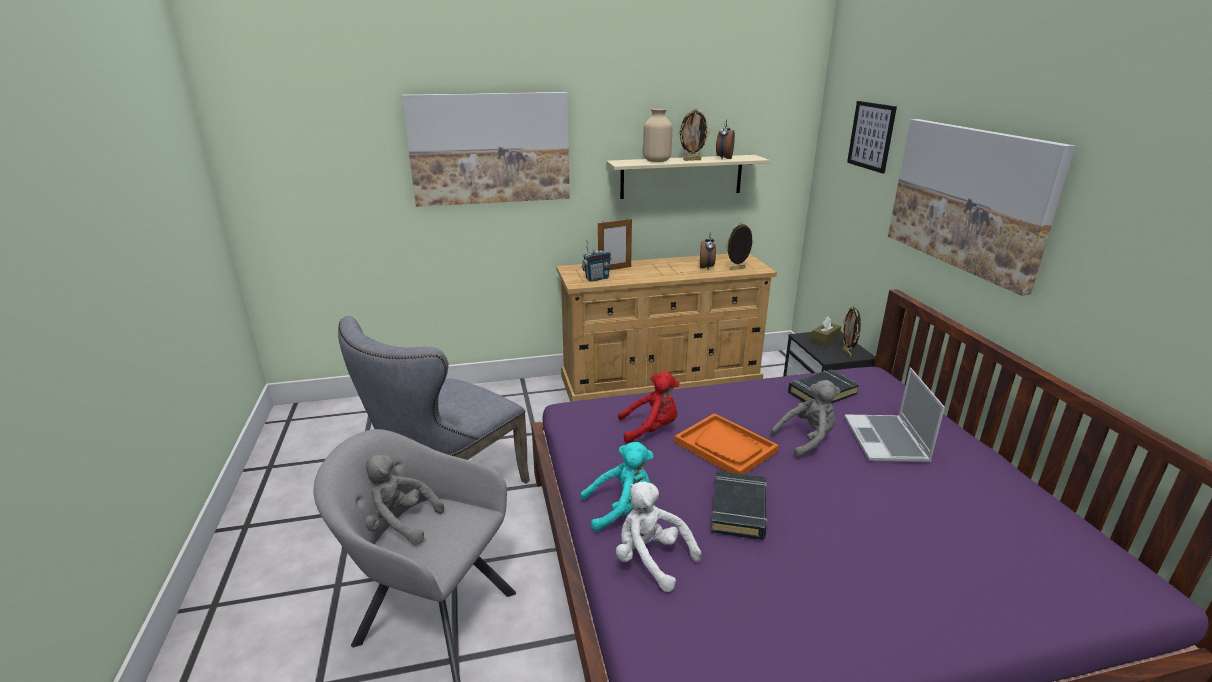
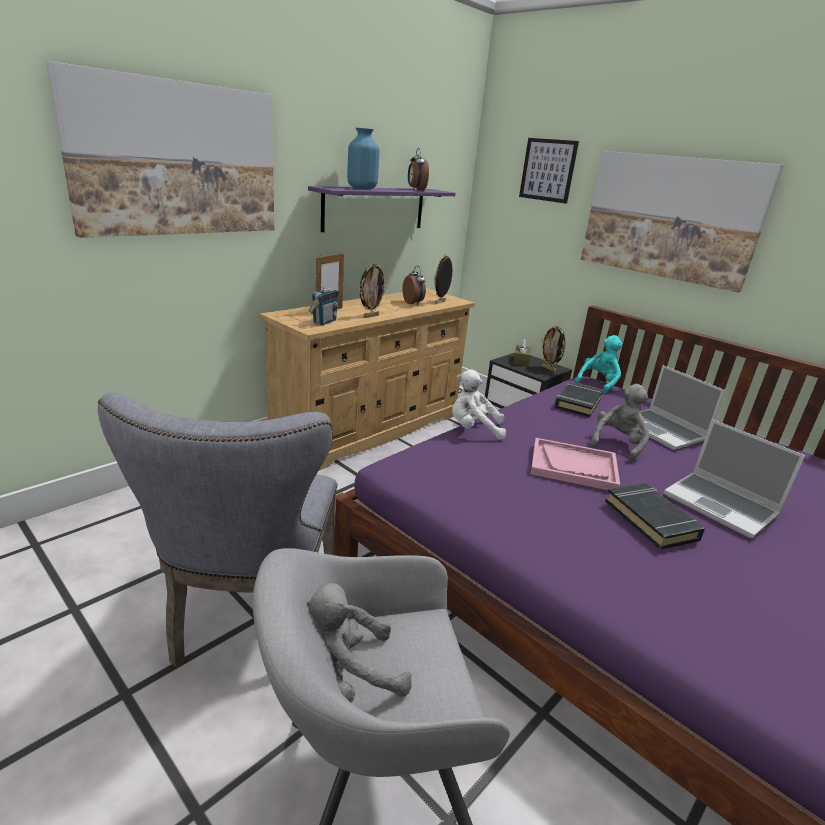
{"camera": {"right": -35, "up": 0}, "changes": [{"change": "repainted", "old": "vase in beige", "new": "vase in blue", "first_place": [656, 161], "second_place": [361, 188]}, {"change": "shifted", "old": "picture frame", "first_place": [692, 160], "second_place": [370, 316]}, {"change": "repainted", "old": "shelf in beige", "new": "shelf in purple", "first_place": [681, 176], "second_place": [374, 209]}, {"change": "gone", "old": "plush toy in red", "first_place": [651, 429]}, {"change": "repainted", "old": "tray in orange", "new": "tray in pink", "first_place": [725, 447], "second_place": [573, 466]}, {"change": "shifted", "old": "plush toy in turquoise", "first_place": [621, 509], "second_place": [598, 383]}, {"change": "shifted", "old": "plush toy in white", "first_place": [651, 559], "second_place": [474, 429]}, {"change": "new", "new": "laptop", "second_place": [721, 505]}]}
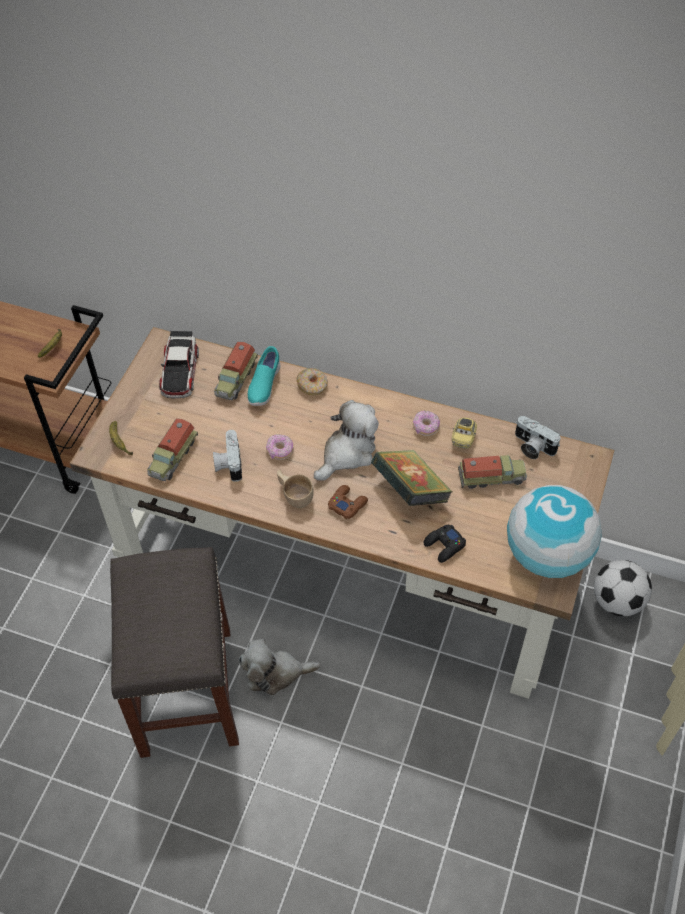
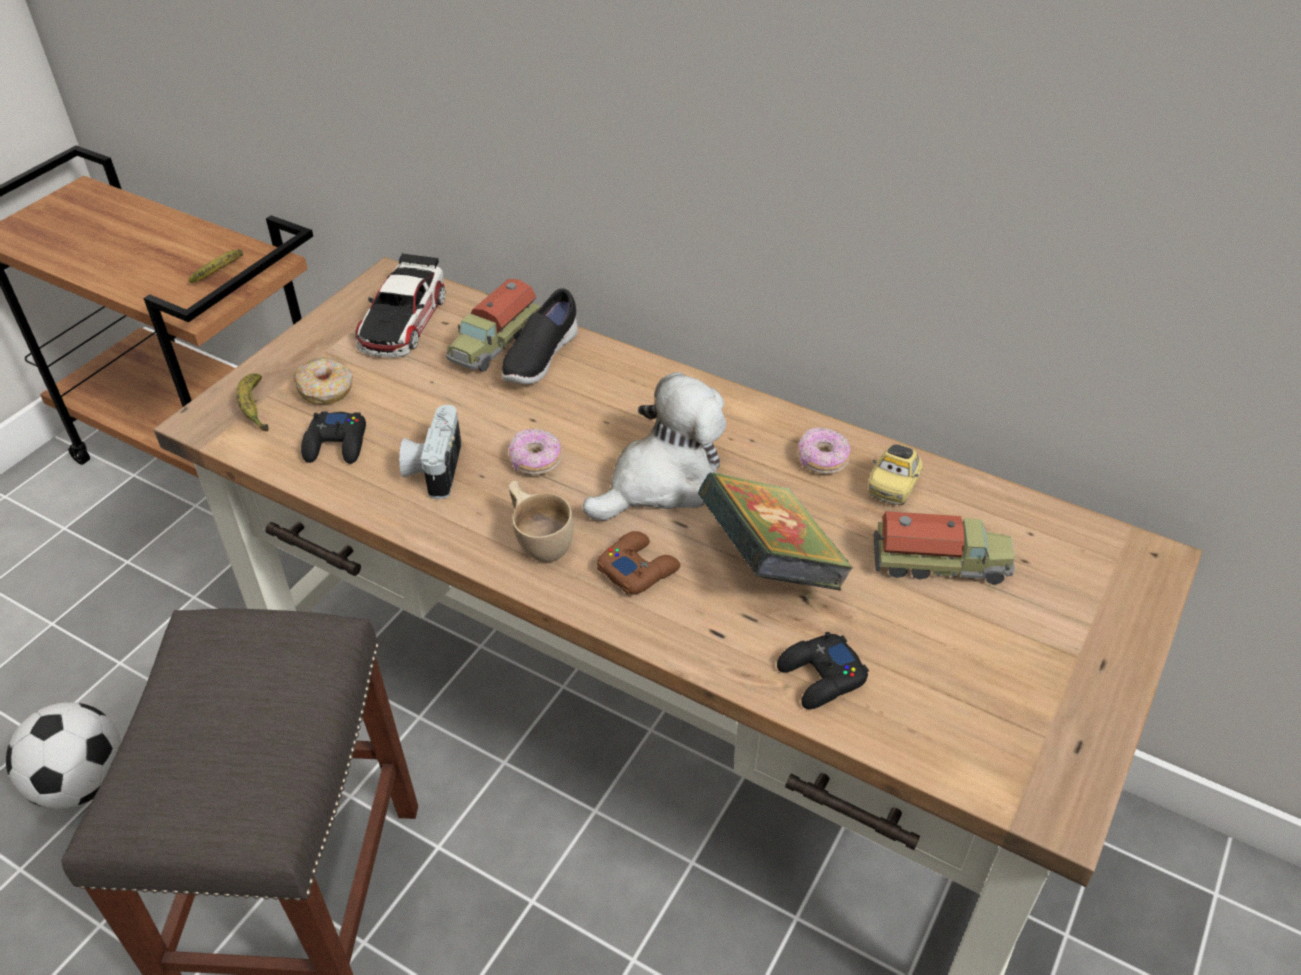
{"camera": {"right": 10, "up": -10}, "changes": [{"change": "repainted", "old": "shoe in turquoise", "new": "shoe in black", "first_place": [264, 386], "second_place": [540, 359]}, {"change": "shifted", "old": "donut", "first_place": [312, 385], "second_place": [326, 389]}, {"change": "gone", "old": "photo camera", "first_place": [532, 447]}, {"change": "swapped", "old": "toy truck", "new": "game controller in black", "first_place": [172, 457], "second_place": [337, 444]}, {"change": "gone", "old": "globe", "first_place": [547, 555]}, {"change": "shifted", "old": "football", "first_place": [617, 601], "second_place": [82, 783]}, {"change": "gone", "old": "plush toy", "first_place": [275, 673]}]}
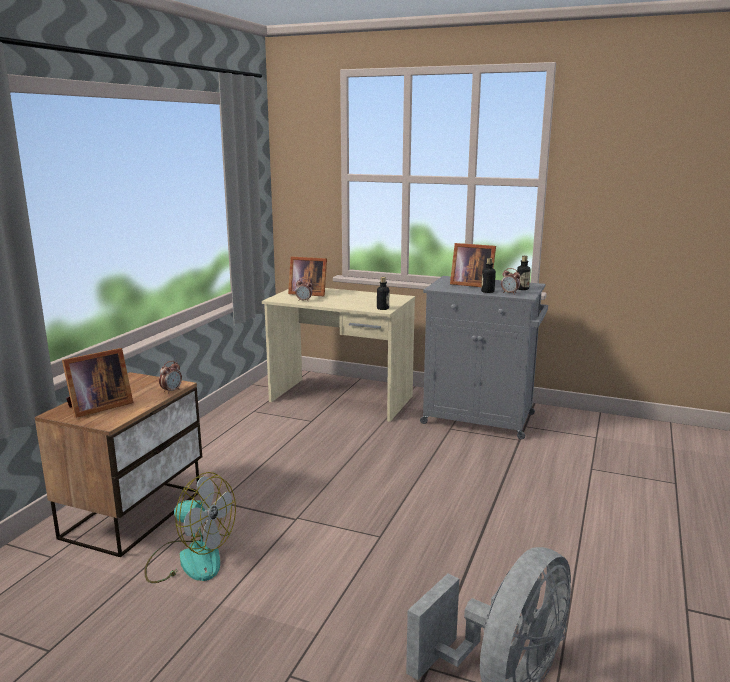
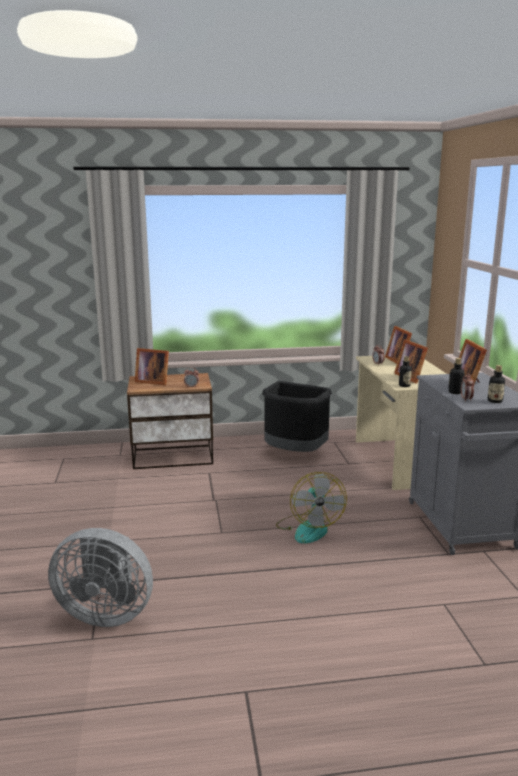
{"camera": {"right": 60, "up": 0}, "changes": [{"change": "shifted", "old": "fan", "first_place": [190, 559], "second_place": [308, 528]}, {"change": "new", "new": "picture frame", "second_place": [411, 377]}, {"change": "new", "new": "trash can in black", "second_place": [295, 454]}]}
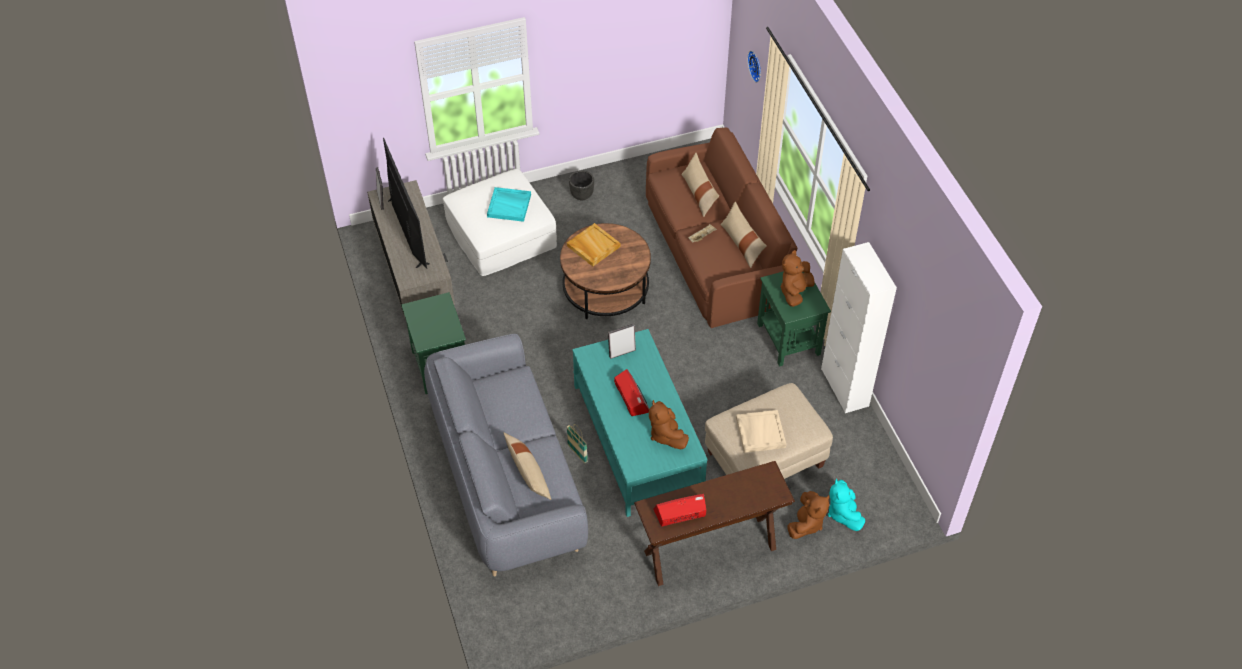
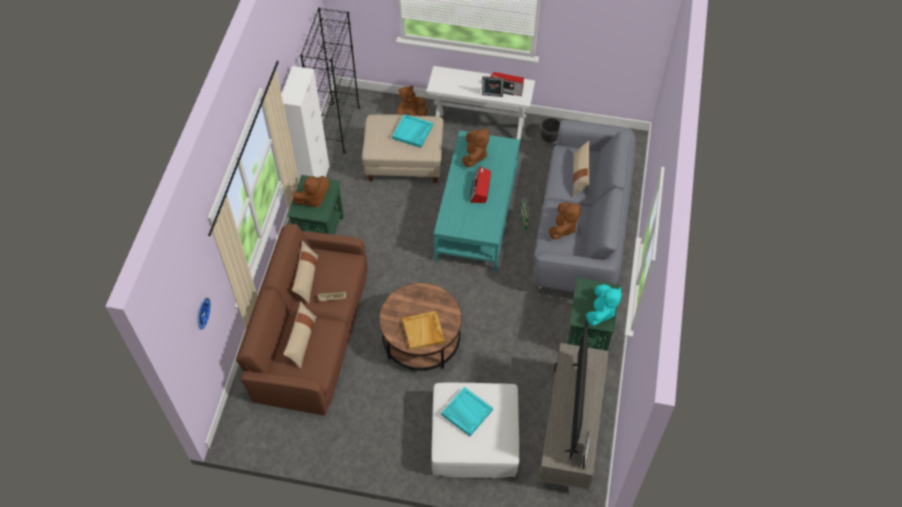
{"camera": {"right": -150, "up": 5}, "changes": [{"change": "shifted", "old": "planter in black", "first_place": [582, 195], "second_place": [549, 138]}, {"change": "shifted", "old": "picture frame", "first_place": [621, 352], "second_place": [492, 96]}, {"change": "repainted", "old": "tray in beige", "new": "tray in turquoise", "first_place": [760, 432], "second_place": [412, 132]}, {"change": "repainted", "old": "console table in brown", "new": "console table in white", "first_place": [709, 550], "second_place": [479, 129]}, {"change": "shifted", "old": "plush toy in turquoise", "first_place": [843, 513], "second_place": [601, 312]}, {"change": "new", "new": "bookcase in black", "second_place": [338, 129]}, {"change": "new", "new": "plush toy in brown", "second_place": [563, 228]}]}
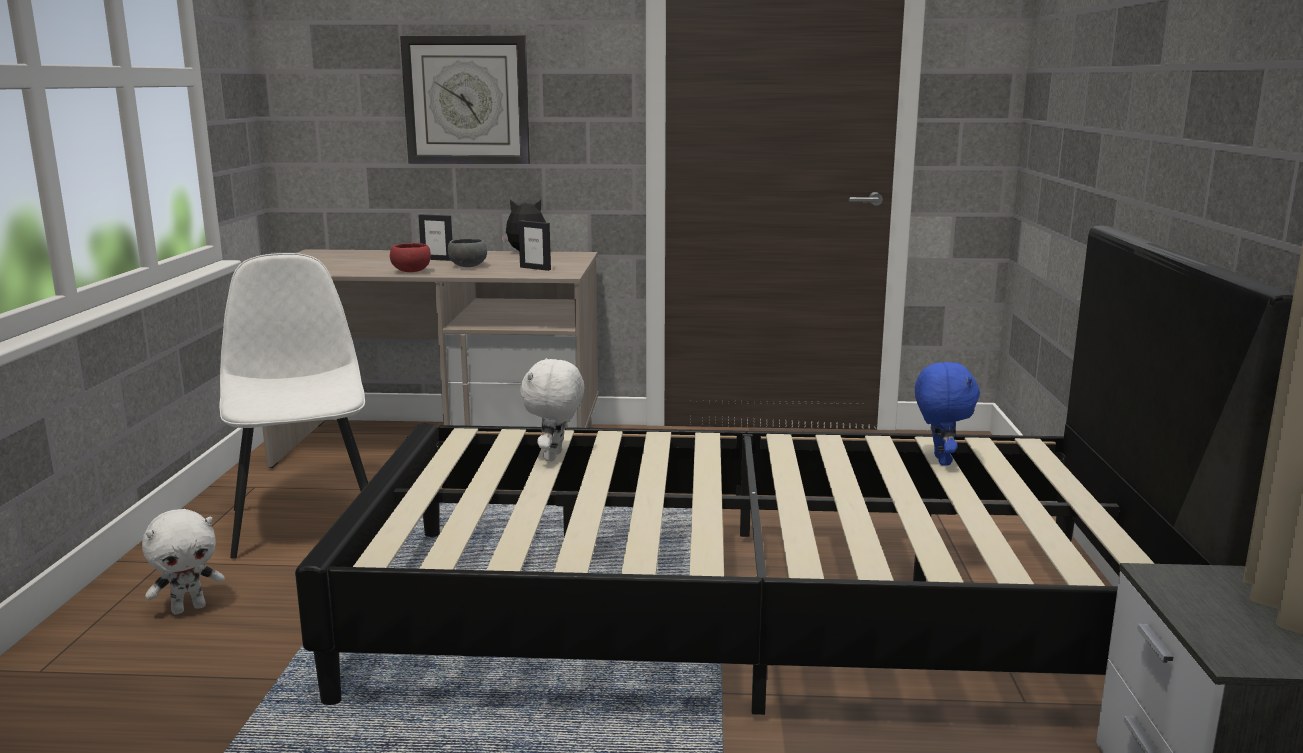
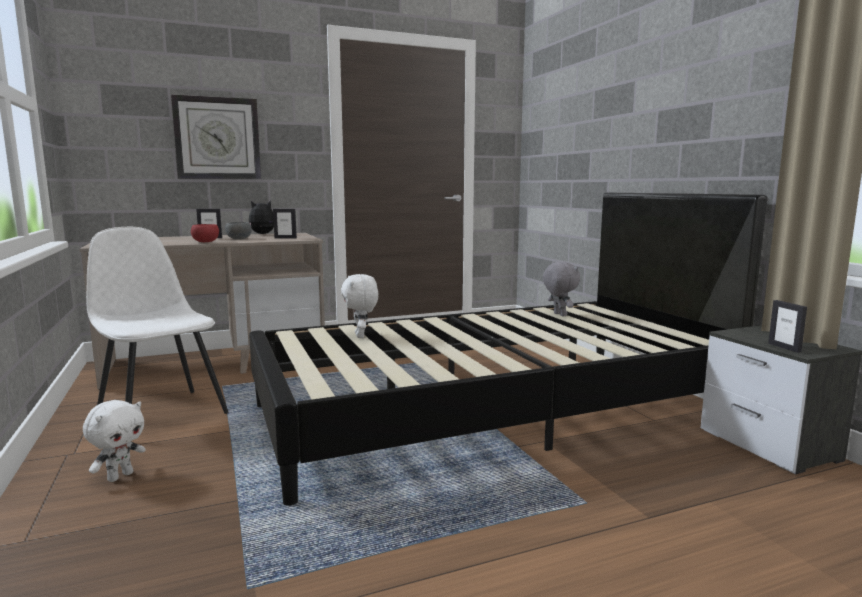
{"camera": {"right": -25, "up": -5}, "changes": [{"change": "repainted", "old": "plush toy in blue", "new": "plush toy in grey", "first_place": [939, 460], "second_place": [559, 315]}, {"change": "new", "new": "picture frame", "second_place": [784, 347]}]}
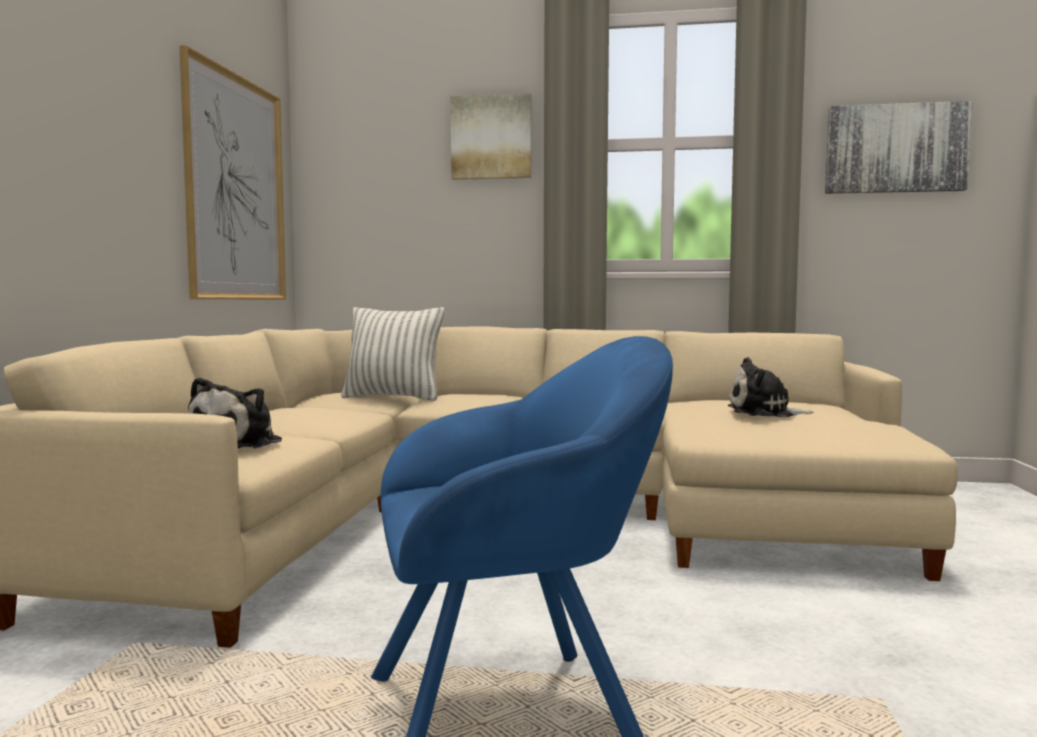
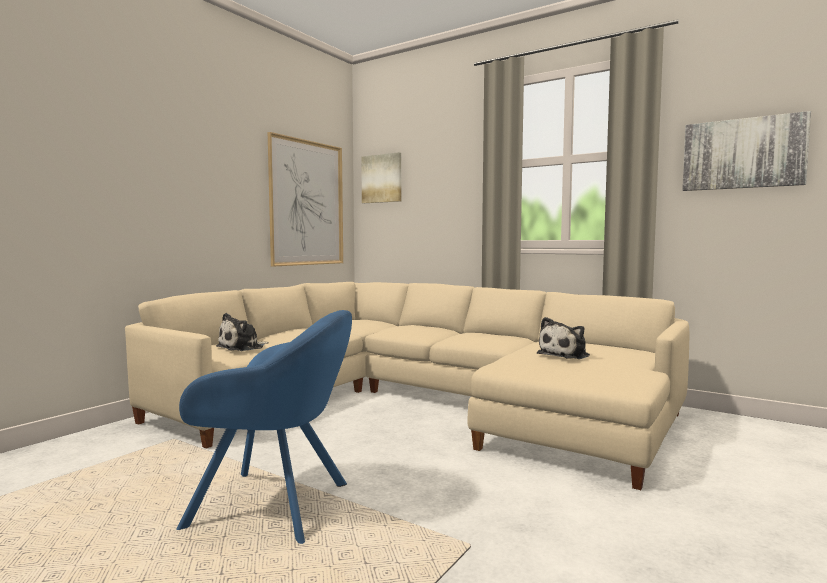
{"camera": {"right": 25, "up": 0}, "changes": [{"change": "shifted", "old": "picture", "first_place": [491, 137], "second_place": [382, 178]}, {"change": "gone", "old": "pillow", "first_place": [393, 397]}, {"change": "rotated", "old": "plush toy", "first_place": [764, 413], "second_place": [565, 355], "degrees": -75}]}
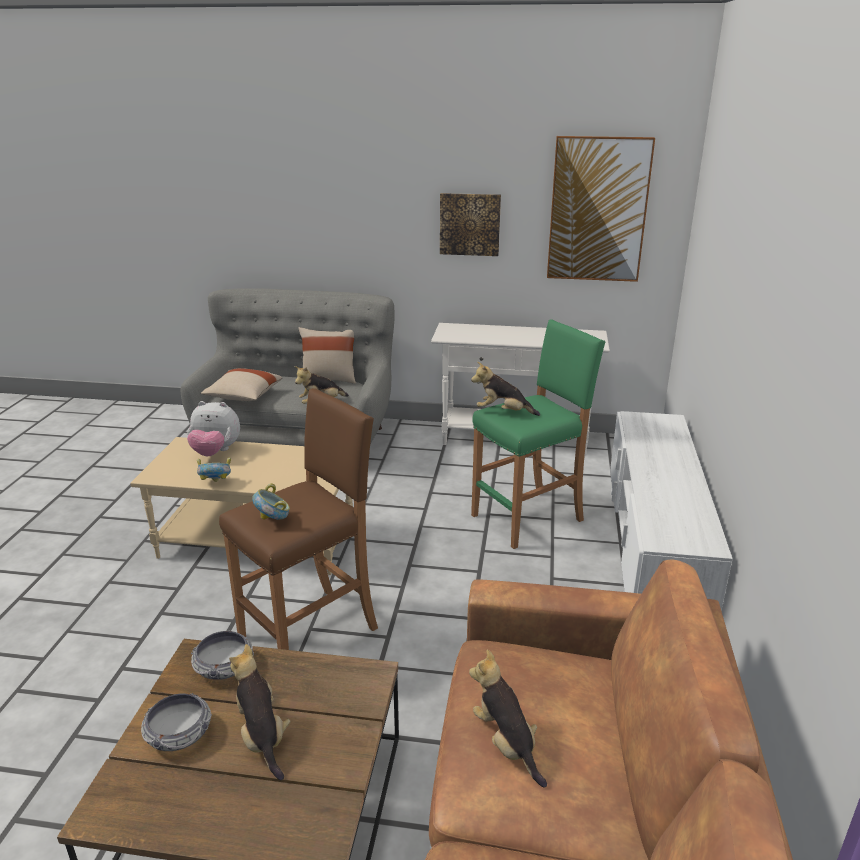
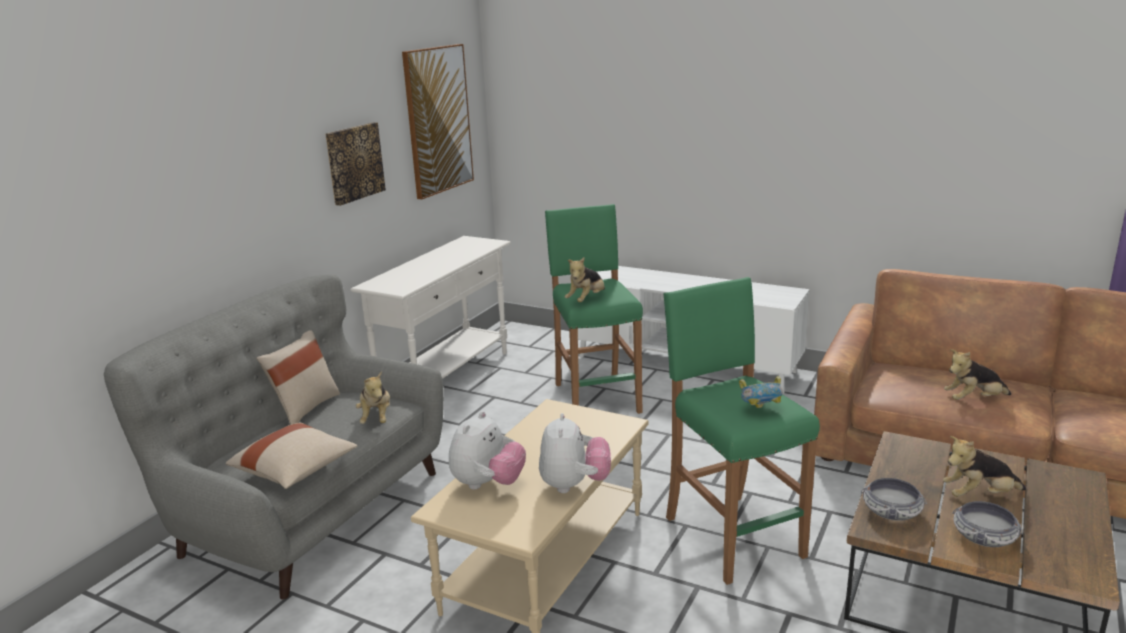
{"camera": {"right": -70, "up": -5}, "changes": [{"change": "repainted", "old": "stool in brown", "new": "stool in green", "first_place": [310, 632], "second_place": [732, 536]}, {"change": "swapped", "old": "bowl", "new": "plush toy", "first_place": [216, 483], "second_place": [574, 485]}]}
